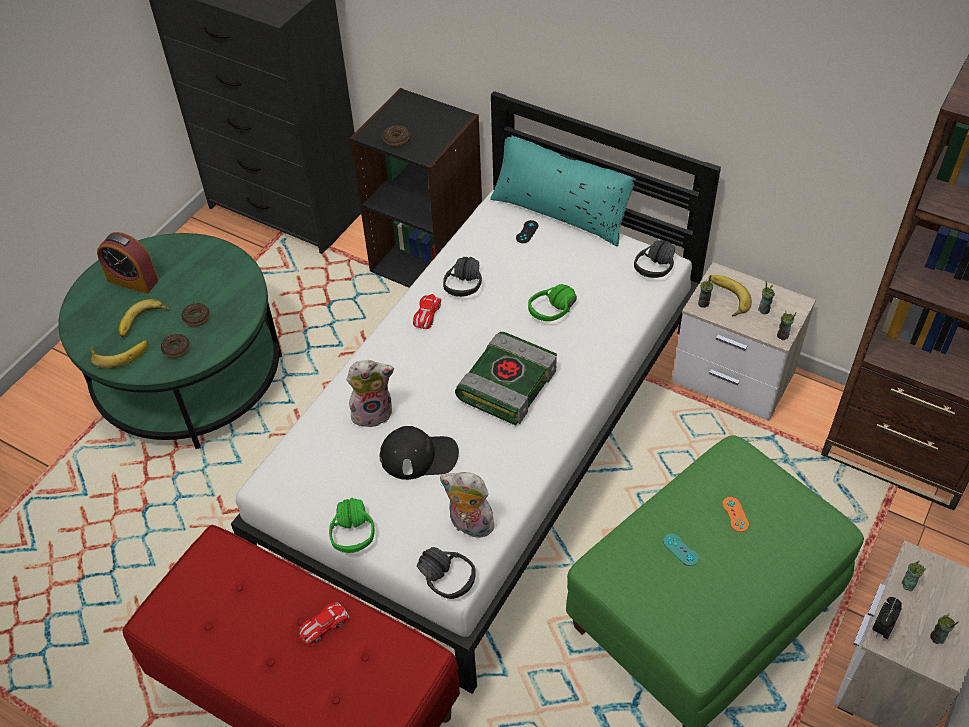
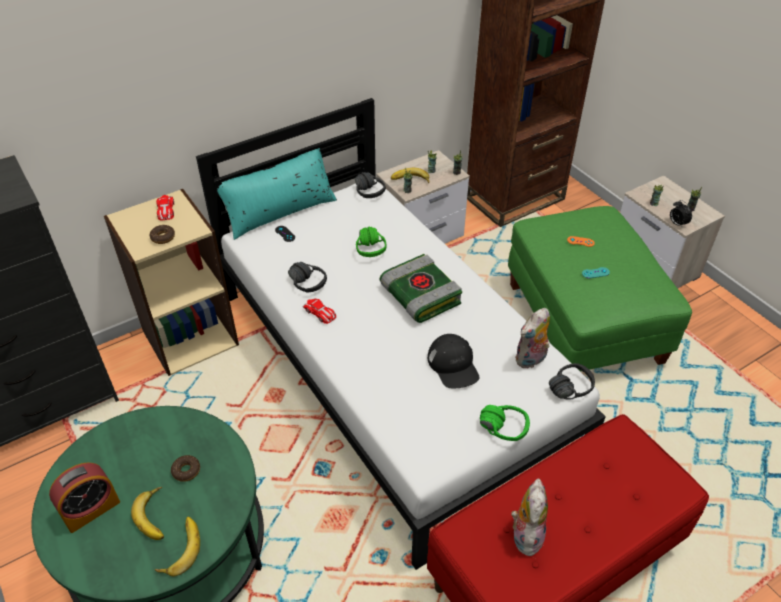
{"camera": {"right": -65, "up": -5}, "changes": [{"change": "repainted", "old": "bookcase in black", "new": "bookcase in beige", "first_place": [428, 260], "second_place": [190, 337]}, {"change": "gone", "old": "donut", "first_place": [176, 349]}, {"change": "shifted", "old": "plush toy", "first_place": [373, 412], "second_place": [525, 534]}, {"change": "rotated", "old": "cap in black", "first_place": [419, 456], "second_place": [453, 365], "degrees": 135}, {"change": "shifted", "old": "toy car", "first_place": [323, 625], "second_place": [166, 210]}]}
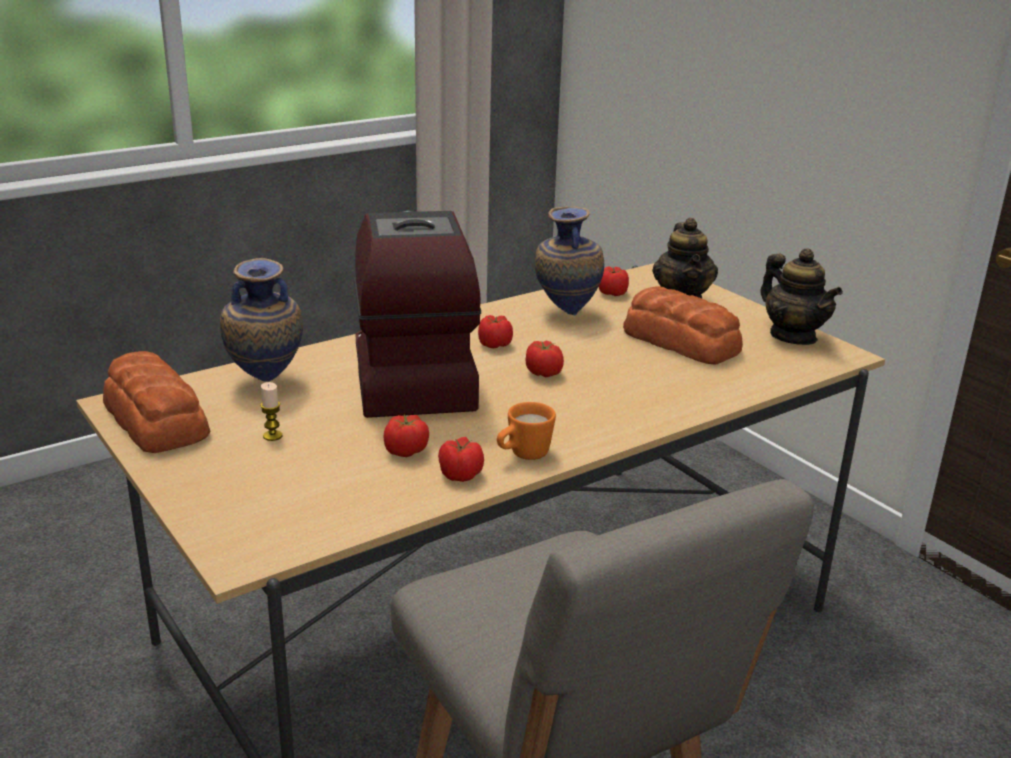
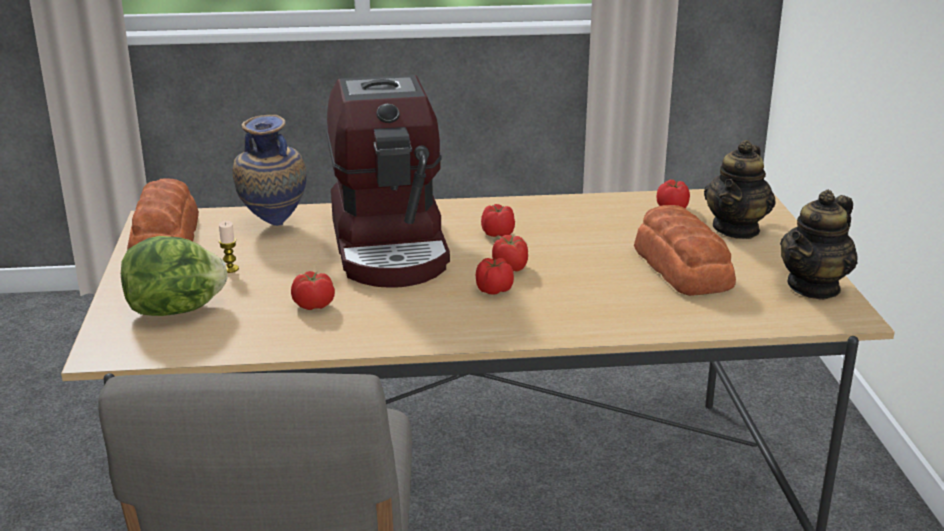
{"camera": {"right": 30, "up": 0}, "changes": [{"change": "gone", "old": "vase", "first_place": [565, 314]}, {"change": "rotated", "old": "coffee machine", "first_place": [411, 377], "second_place": [391, 246], "degrees": 150}, {"change": "rotated", "old": "teapot", "first_place": [793, 336], "second_place": [814, 287], "degrees": 45}, {"change": "gone", "old": "mug in orange", "first_place": [523, 455]}, {"change": "shifted", "old": "tomato", "first_place": [460, 475], "second_place": [493, 289]}, {"change": "new", "new": "lettuce", "second_place": [176, 310]}]}
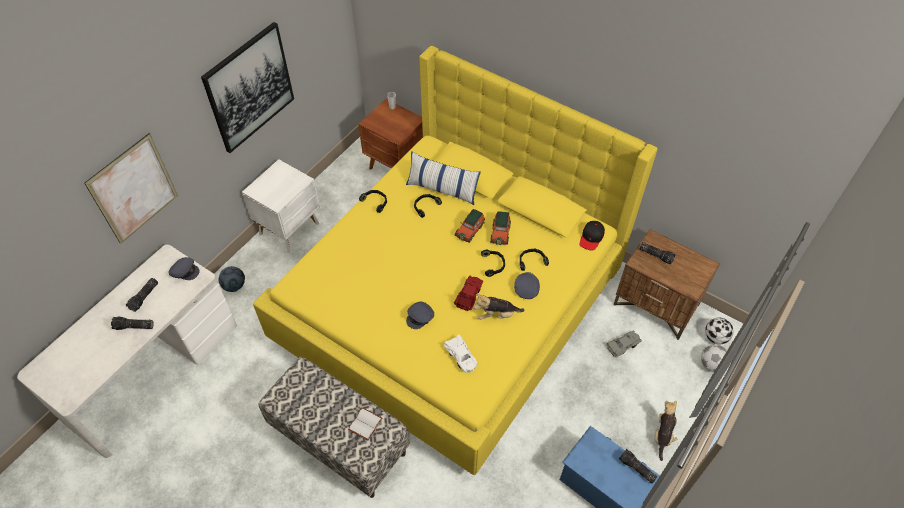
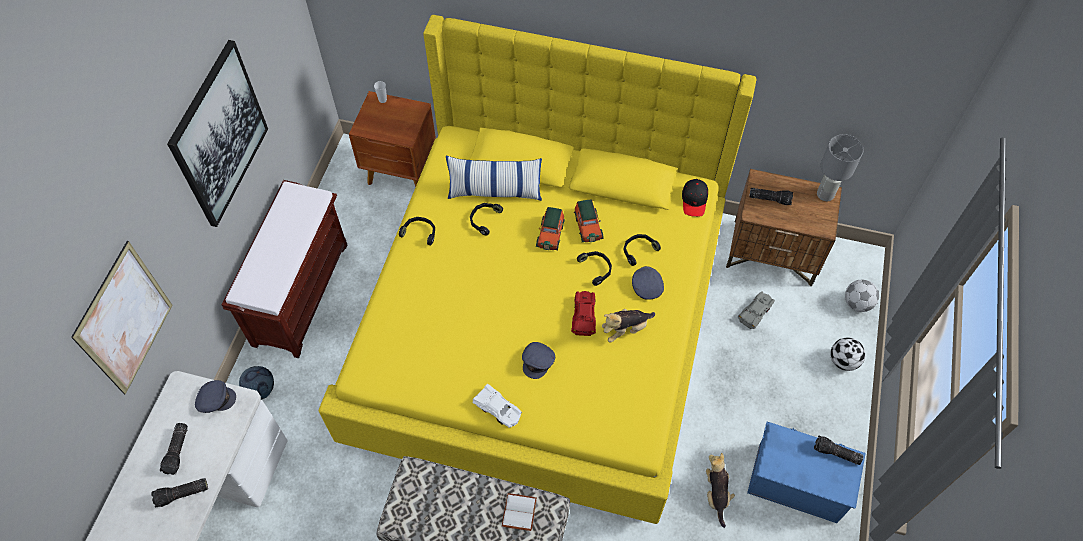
{"camera": {"right": -20, "up": 5}, "changes": [{"change": "swapped", "old": "nightstand in white", "new": "bench in brown", "first_place": [290, 229], "second_place": [301, 292]}, {"change": "shifted", "old": "football", "first_place": [715, 337], "second_place": [843, 361]}, {"change": "shifted", "old": "toy car in white", "first_place": [461, 356], "second_place": [497, 409]}, {"change": "shifted", "old": "plush toy", "first_place": [662, 435], "second_place": [716, 494]}, {"change": "new", "new": "table lamp in grey", "second_place": [825, 195]}]}
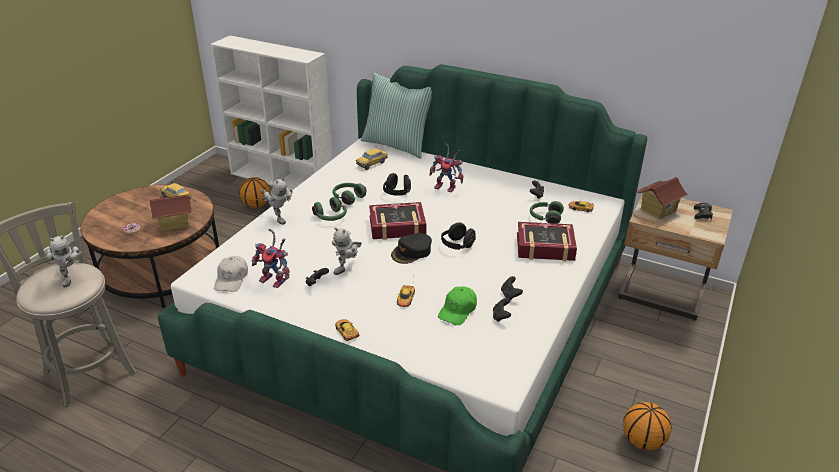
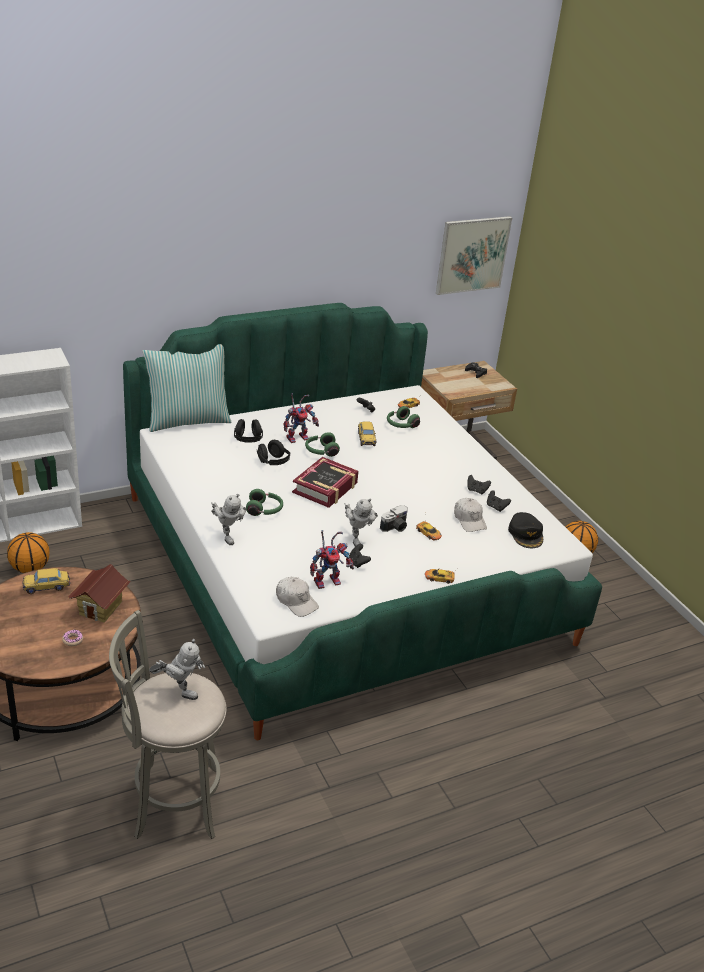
{"camera": {"right": -55, "up": 0}, "changes": [{"change": "shifted", "old": "toy car", "first_place": [372, 164], "second_place": [366, 439]}, {"change": "rotated", "old": "toy robot", "first_place": [278, 218], "second_place": [226, 536], "degrees": 60}, {"change": "gone", "old": "toy house", "first_place": [658, 210]}, {"change": "shifted", "old": "headphones in green", "first_place": [348, 197], "second_place": [320, 451]}, {"change": "gone", "old": "book", "first_place": [545, 247]}, {"change": "shifted", "old": "headphones in black", "first_place": [457, 246], "second_place": [248, 440]}, {"change": "shifted", "old": "cap in black", "first_place": [412, 252], "second_place": [526, 534]}, {"change": "repainted", "old": "cap in green", "new": "cap in white", "first_place": [458, 310], "second_place": [469, 520]}, {"change": "new", "new": "picture", "second_place": [472, 255]}, {"change": "new", "new": "photo camera", "second_place": [395, 527]}]}
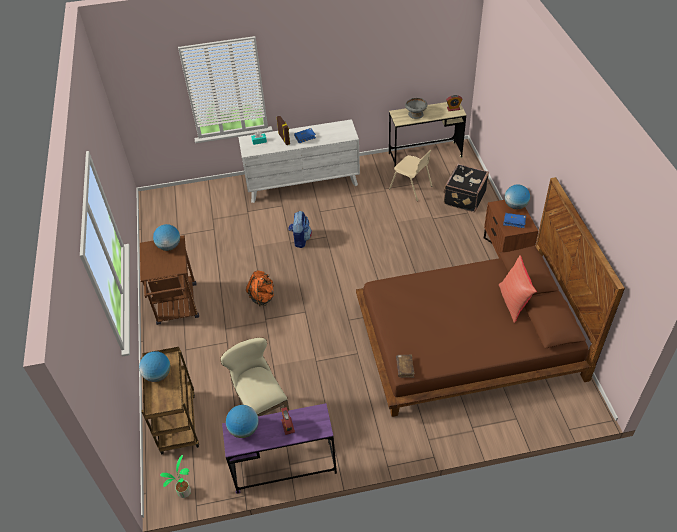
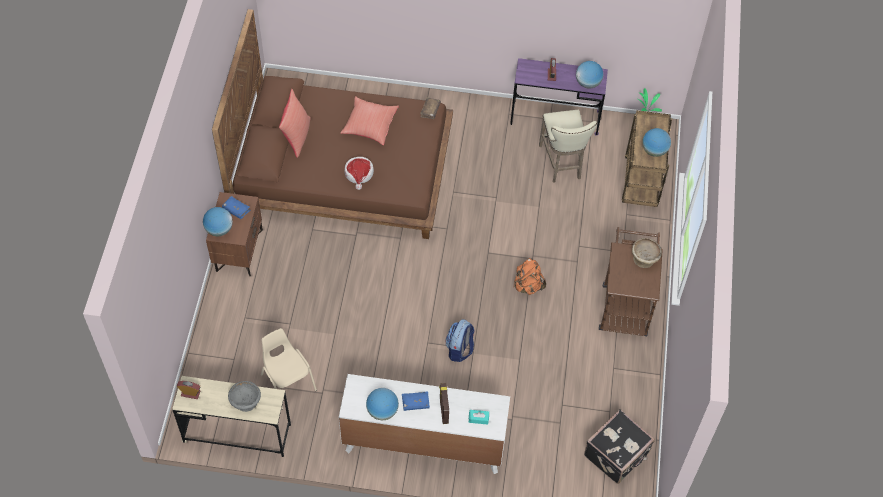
{"camera": {"right": -165, "up": 10}, "changes": [{"change": "shifted", "old": "suitcase in black", "first_place": [463, 197], "second_place": [617, 455]}, {"change": "shifted", "old": "globe", "first_place": [169, 246], "second_place": [382, 411]}, {"change": "new", "new": "pillow in red", "second_place": [369, 126]}, {"change": "new", "new": "hat", "second_place": [359, 174]}, {"change": "new", "new": "bowl in beige", "second_place": [644, 259]}]}
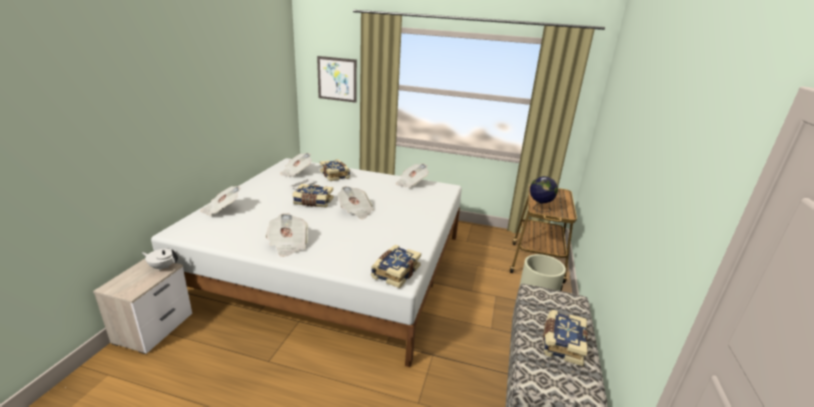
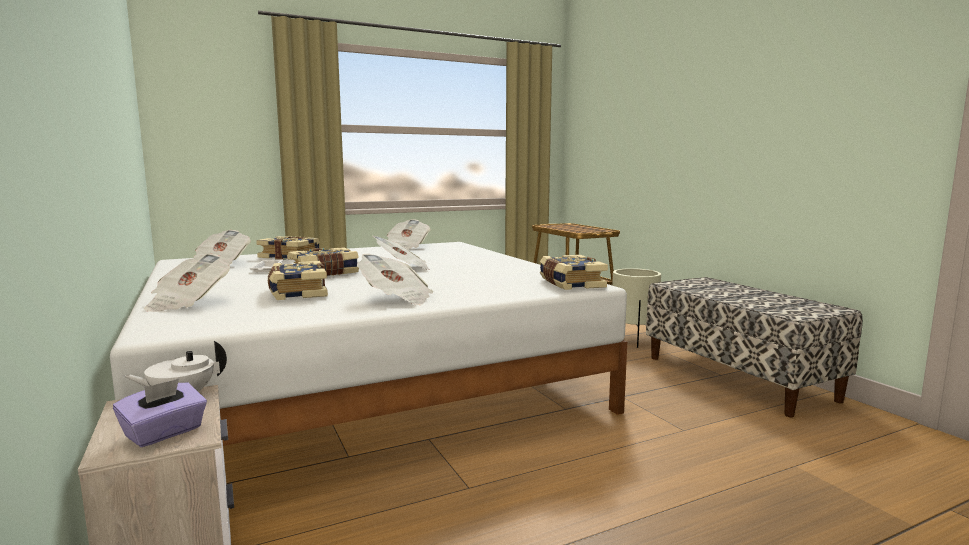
{"camera": {"right": -40, "up": -15}, "changes": [{"change": "gone", "old": "picture", "first_place": [337, 79]}, {"change": "gone", "old": "globe", "first_place": [539, 208]}, {"change": "shifted", "old": "book", "first_place": [562, 343], "second_place": [297, 293]}, {"change": "new", "new": "tissue box in purple", "second_place": [164, 433]}]}
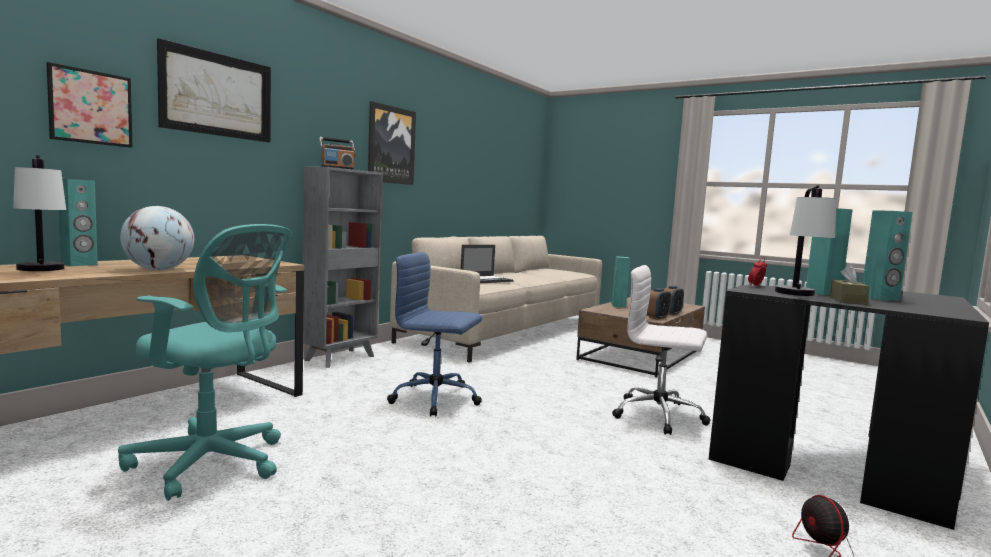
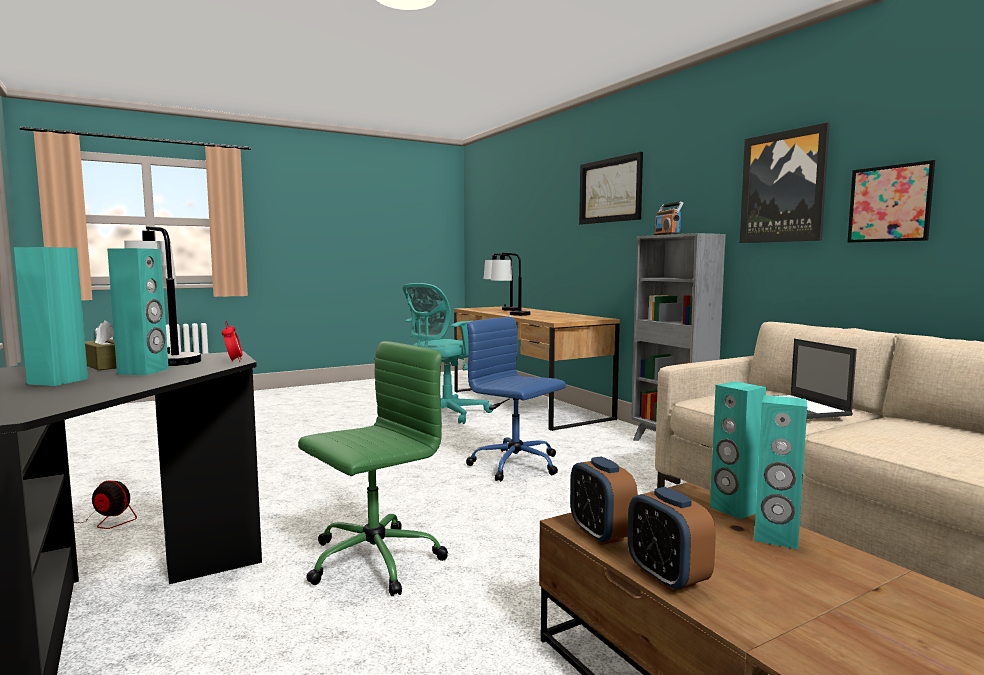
{"camera": {"right": 115, "up": 0}, "changes": [{"change": "shifted", "old": "picture", "first_place": [91, 107], "second_place": [889, 203]}, {"change": "shifted", "old": "speaker in turquoise", "first_place": [79, 264], "second_place": [734, 509]}, {"change": "swapped", "old": "globe", "new": "table lamp", "first_place": [159, 270], "second_place": [510, 314]}, {"change": "rotated", "old": "office chair in blue", "first_place": [437, 399], "second_place": [516, 465], "degrees": -90}, {"change": "repainted", "old": "office chair in white", "new": "office chair in green", "first_place": [660, 416], "second_place": [372, 561]}]}
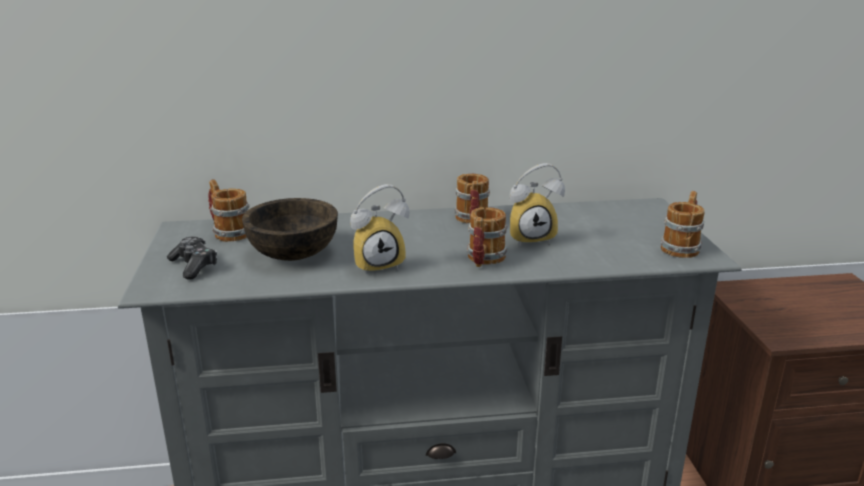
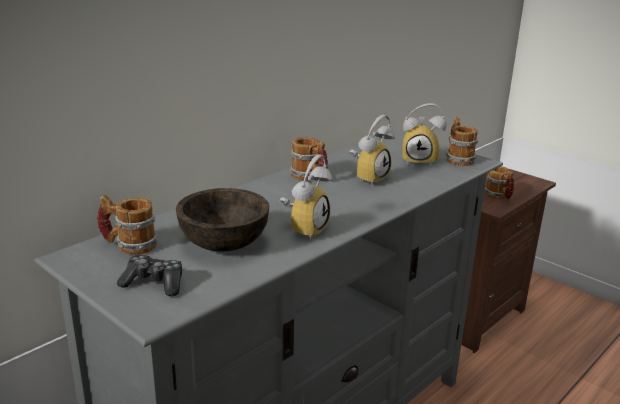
{"camera": {"right": -40, "up": 0}, "changes": [{"change": "shifted", "old": "mug", "first_place": [484, 260], "second_place": [499, 197]}, {"change": "new", "new": "alarm clock", "second_place": [420, 161]}]}
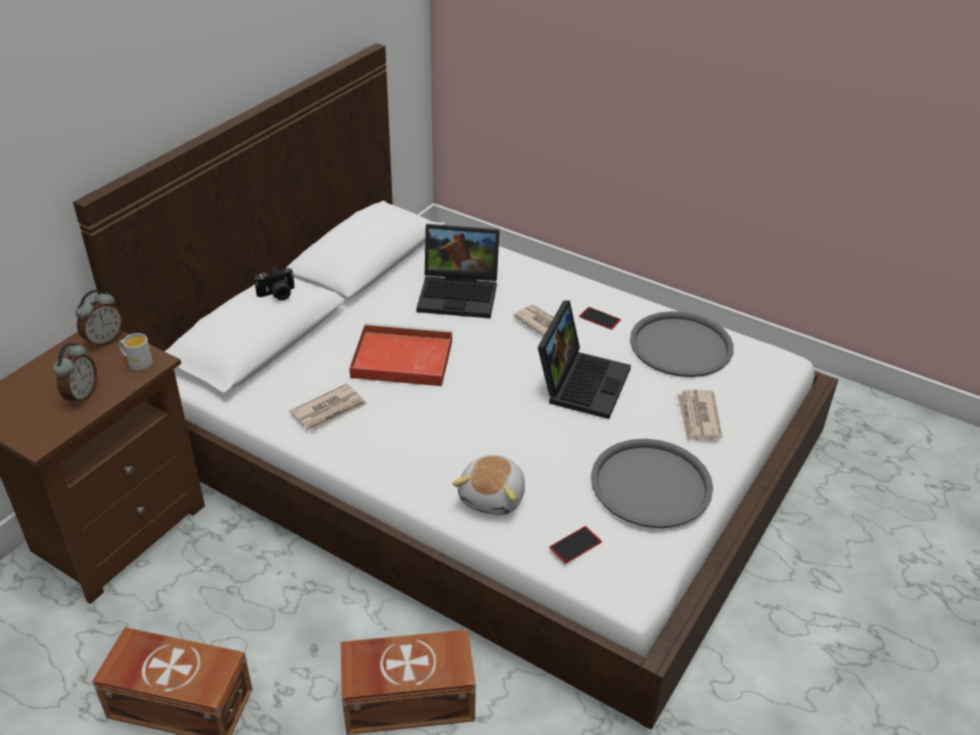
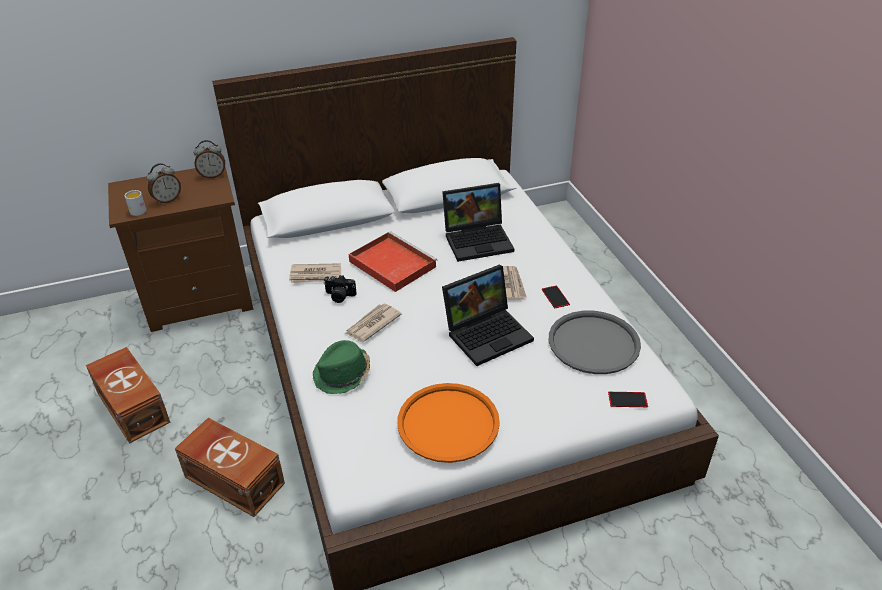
{"camera": {"right": 40, "up": 0}, "changes": [{"change": "rotated", "old": "laptop", "first_place": [460, 293], "second_place": [479, 239], "degrees": -60}, {"change": "shifted", "old": "photo camera", "first_place": [277, 294], "second_place": [339, 296]}, {"change": "shifted", "old": "mug in white", "first_place": [137, 362], "second_place": [137, 210]}, {"change": "shifted", "old": "newspaper", "first_place": [698, 418], "second_place": [372, 324]}, {"change": "repainted", "old": "tray in grey", "new": "tray in orange", "first_place": [651, 484], "second_place": [448, 423]}, {"change": "swapped", "old": "plush toy", "new": "hat in green", "first_place": [493, 497], "second_place": [343, 375]}, {"change": "shifted", "old": "phone", "first_place": [575, 544], "second_place": [627, 399]}]}
